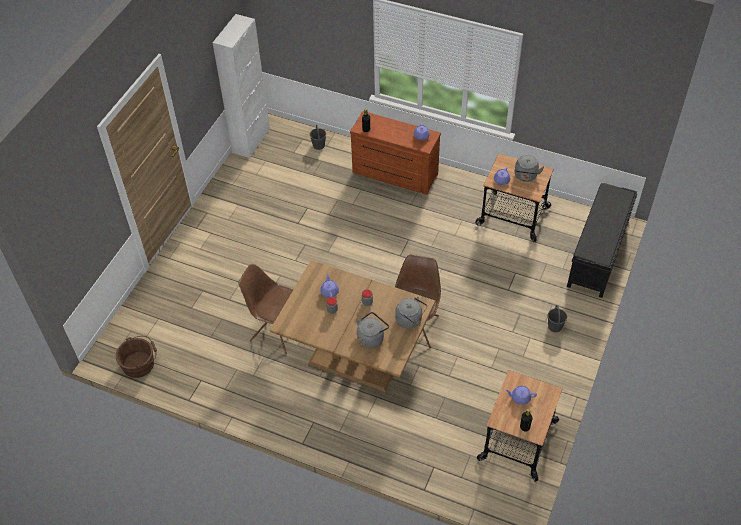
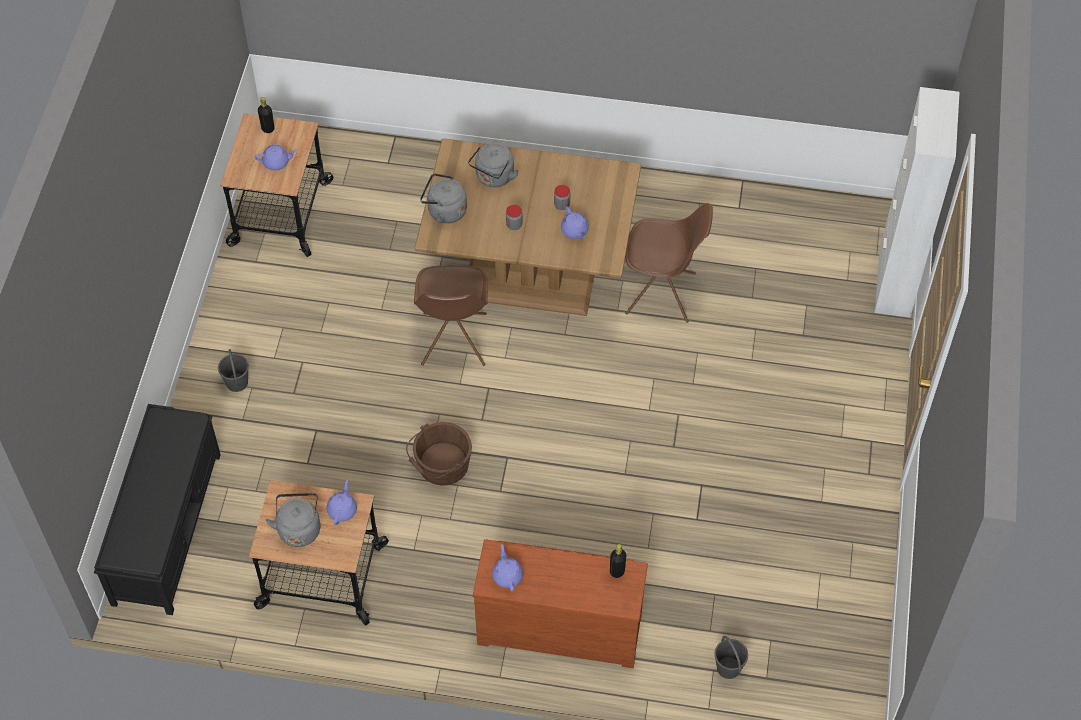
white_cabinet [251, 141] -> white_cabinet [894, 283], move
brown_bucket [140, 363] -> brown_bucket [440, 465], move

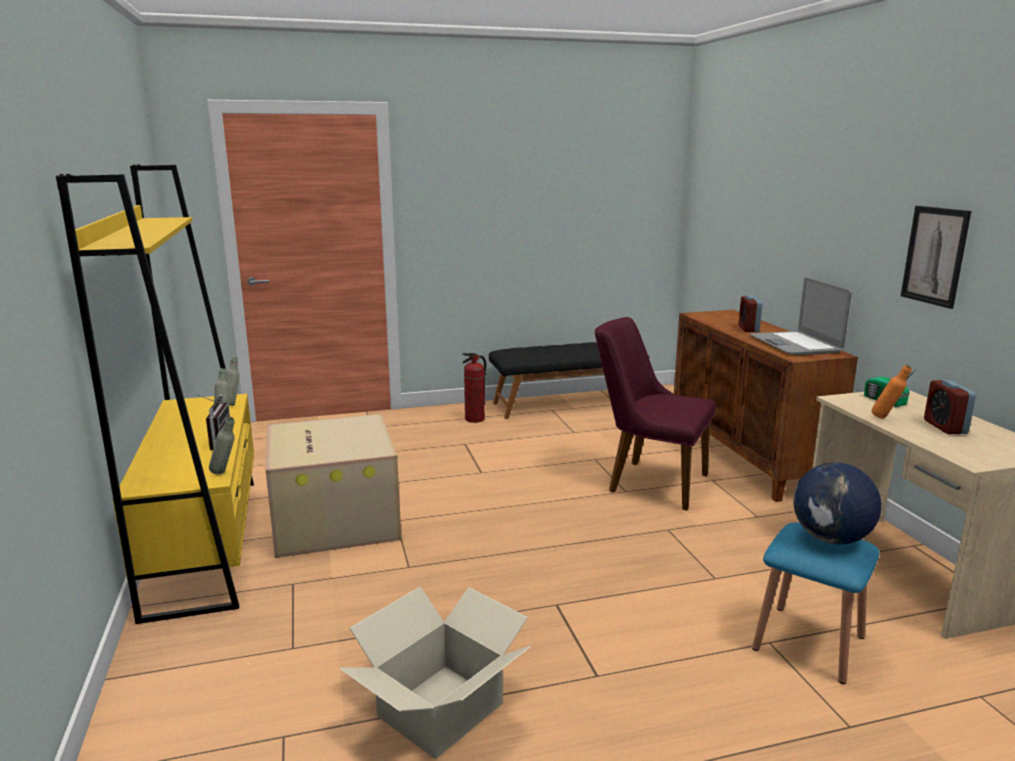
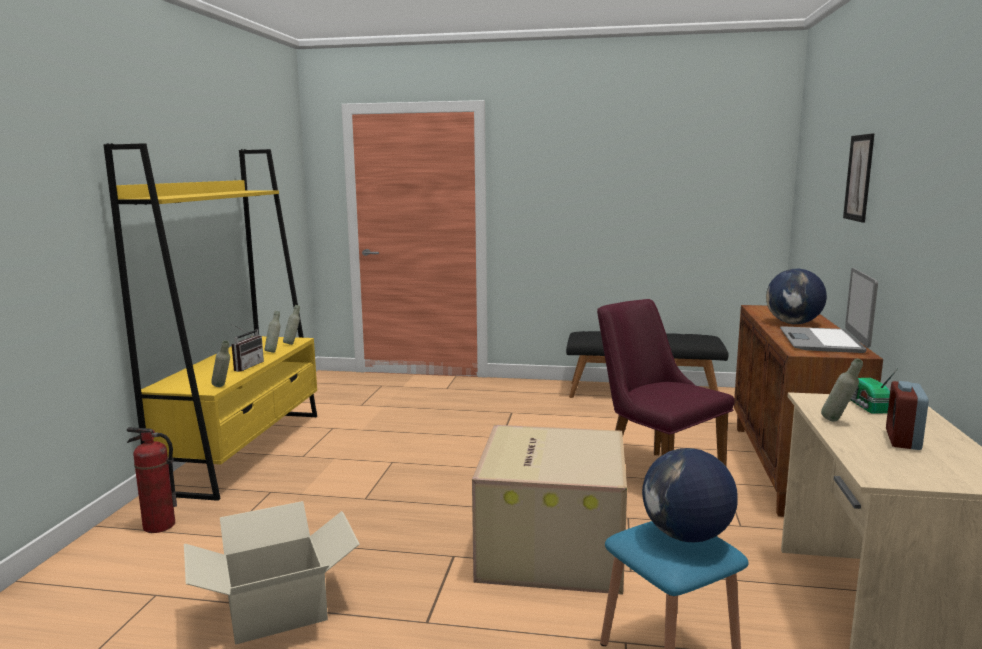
picture [934, 256] -> picture [859, 178], move
alarm_clock [748, 329] -> globe [793, 323]
fire_extinguisher [474, 419] -> fire_extinguisher [158, 526], move
orange_bottle [886, 418] -> grey_bottle [838, 422]
cardboard_box [333, 519] -> cardboard_box [549, 547], move

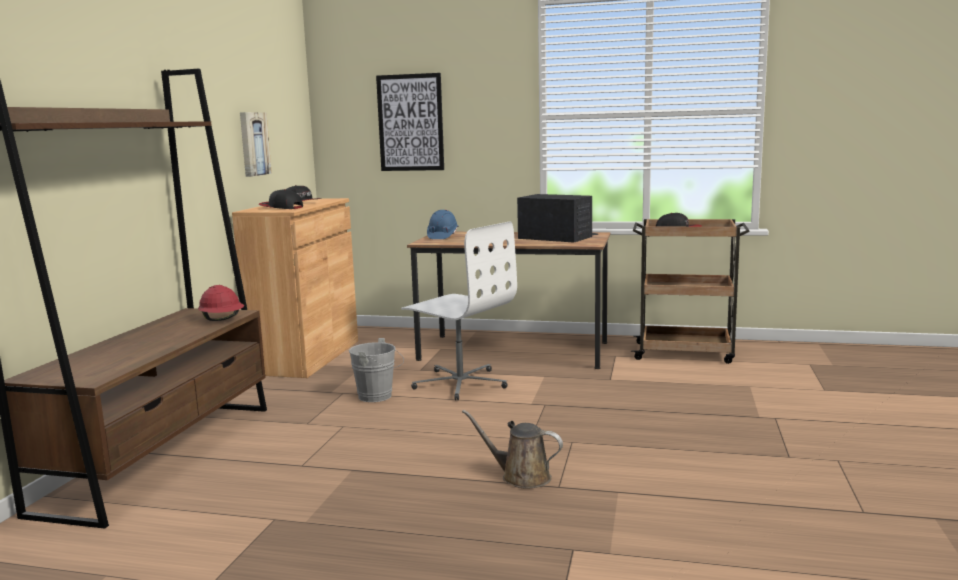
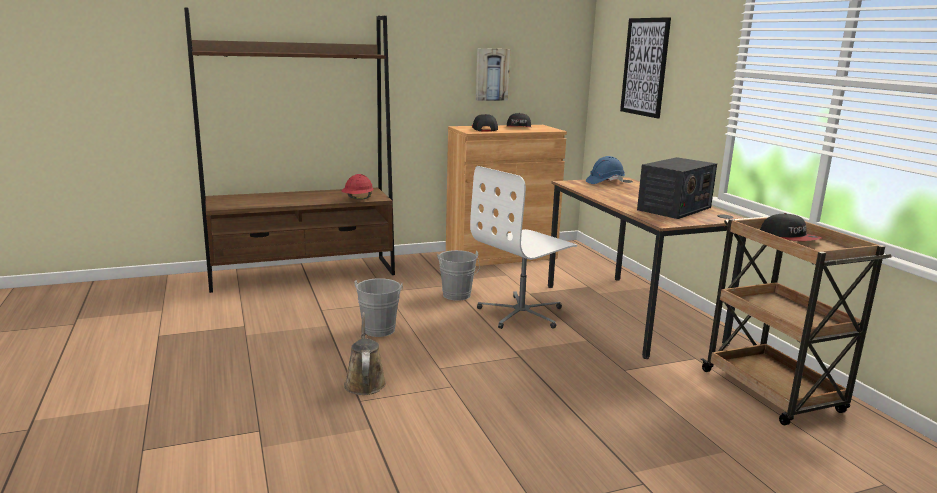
radio [555, 237] -> radio [674, 209], 45 degrees clockwise
white_office_chair [460, 383] -> white_office_chair [522, 314], 45 degrees clockwise
none -> grey_bucket [379, 328]

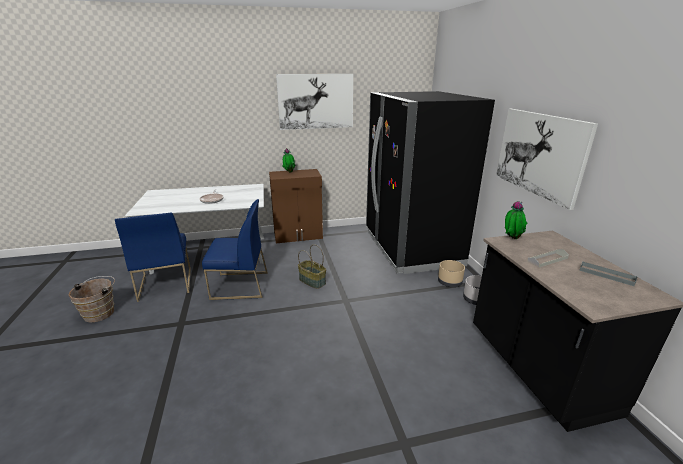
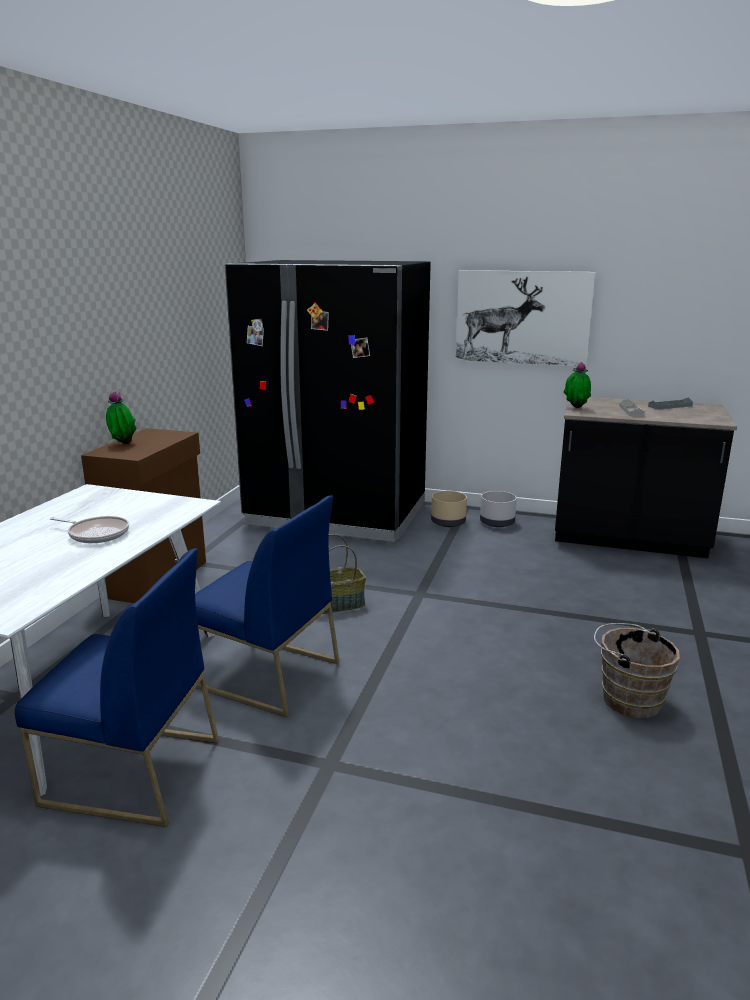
picture [315, 101] -> none
blue_chair [239, 286] -> blue_chair [266, 674], 90 degrees clockwise
brown_bucket [101, 312] -> brown_bucket [627, 698], move

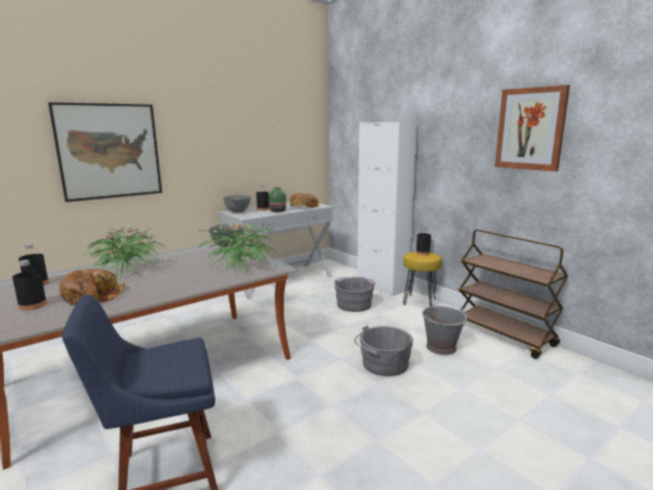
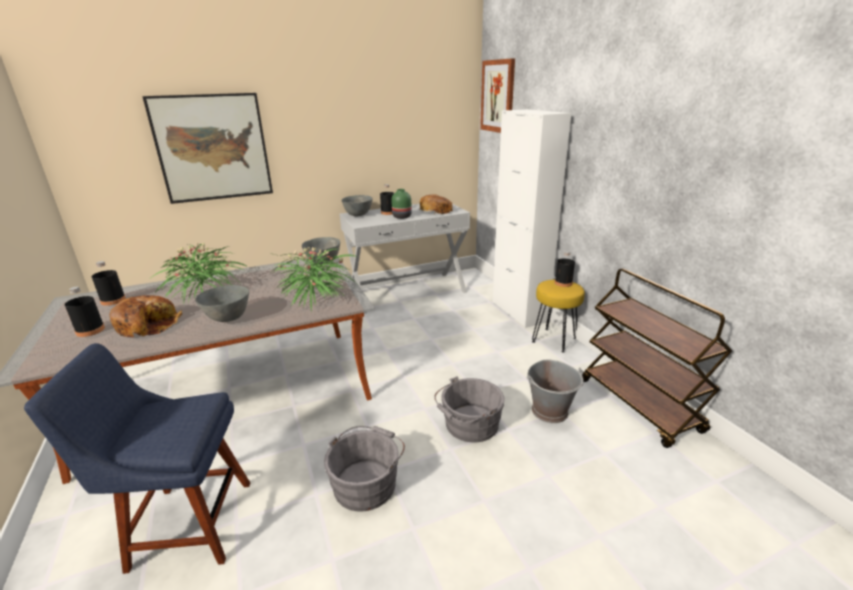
picture [530, 129] -> picture [498, 96], move
grey_bucket [354, 304] -> grey_bucket [367, 482], move
none -> grey_bowl [228, 318]

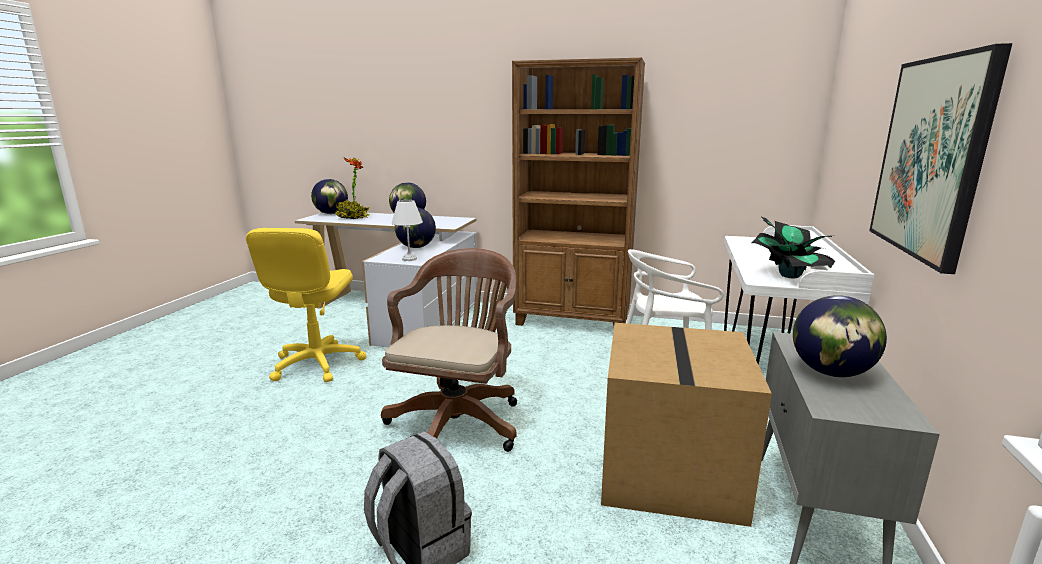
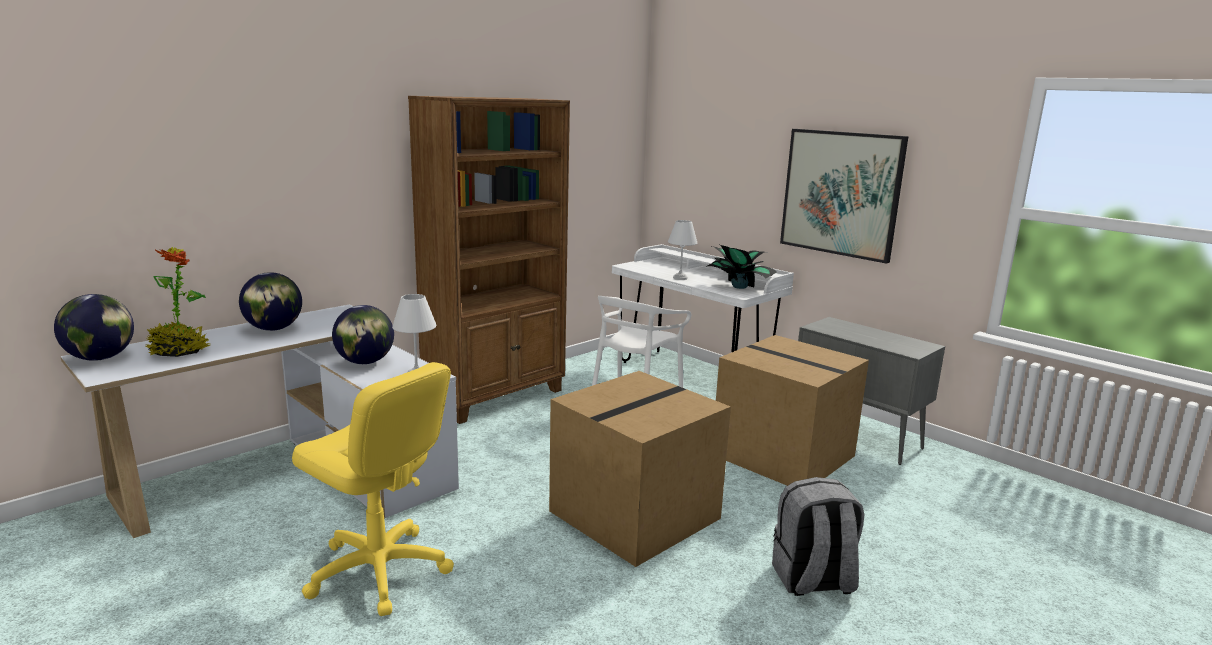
brown_office_chair [458, 421] -> cardboard_box [634, 513]
globe [831, 373] -> none
none -> white_table_lamp [680, 278]

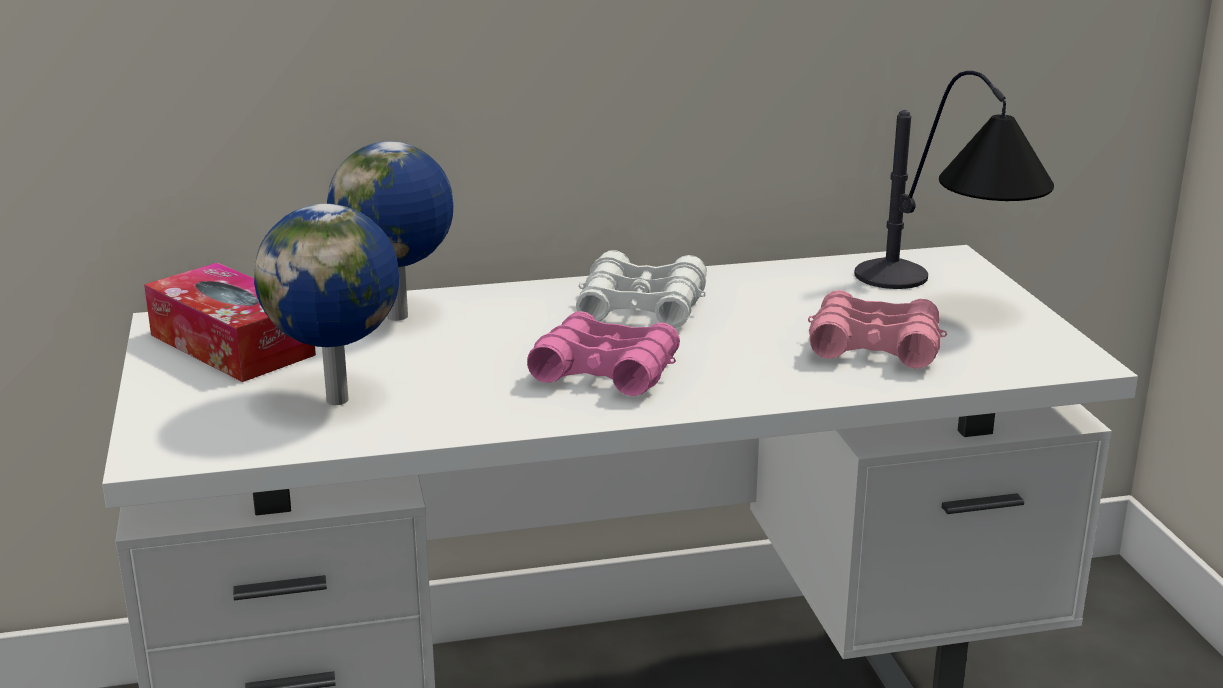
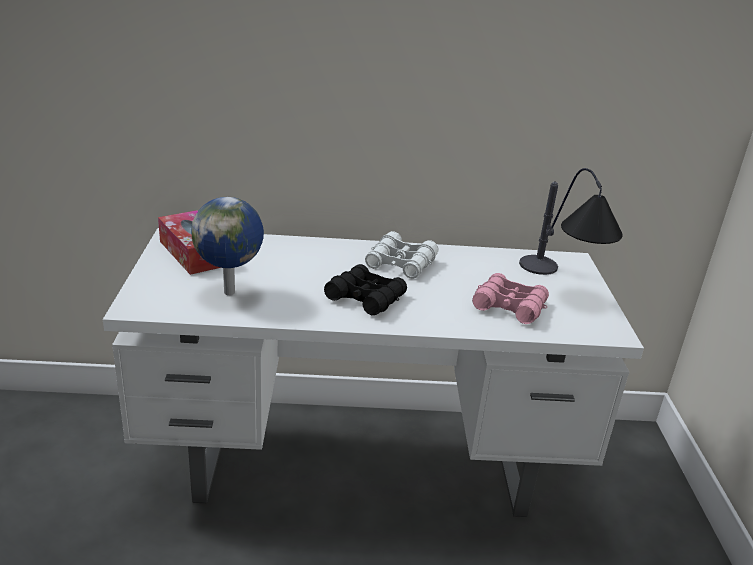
globe [400, 317] -> none
pink_binoculars [605, 371] -> black_binoculars [365, 298]

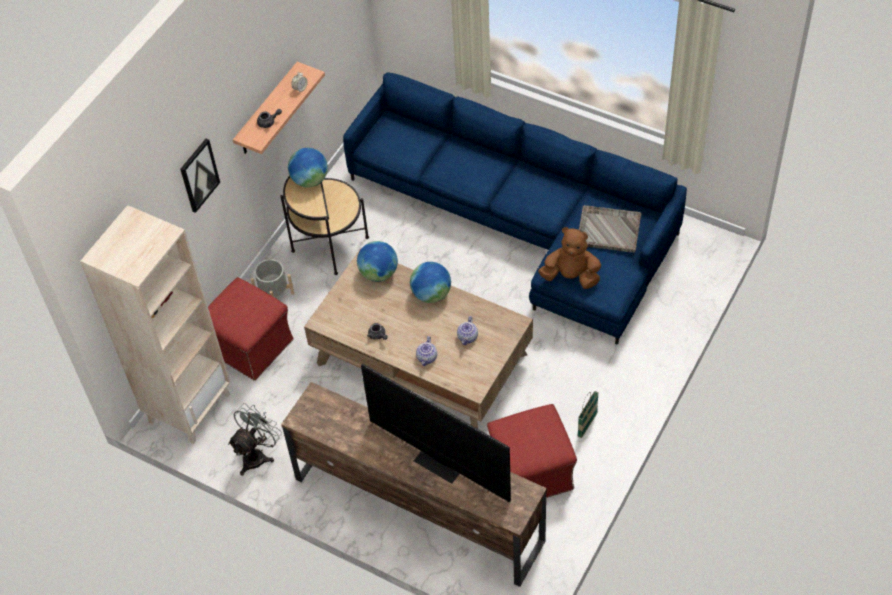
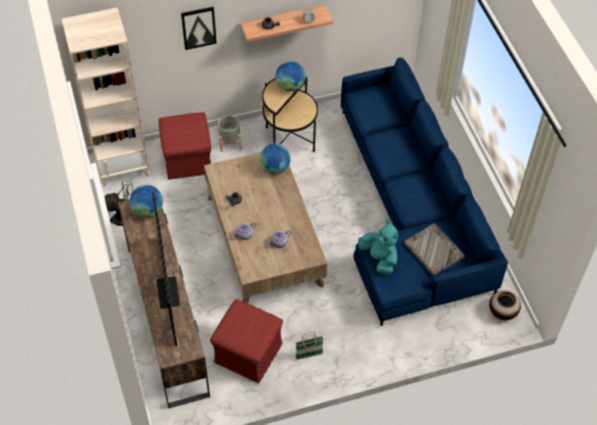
brown_plush_toy [571, 276] -> turquoise_plush_toy [379, 258]
globe [431, 294] -> globe [148, 211], move
none -> vase [502, 312]

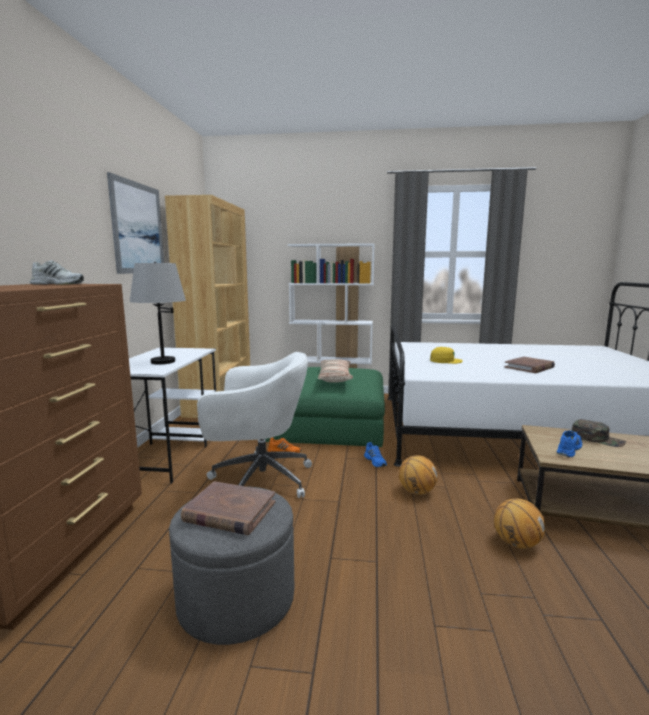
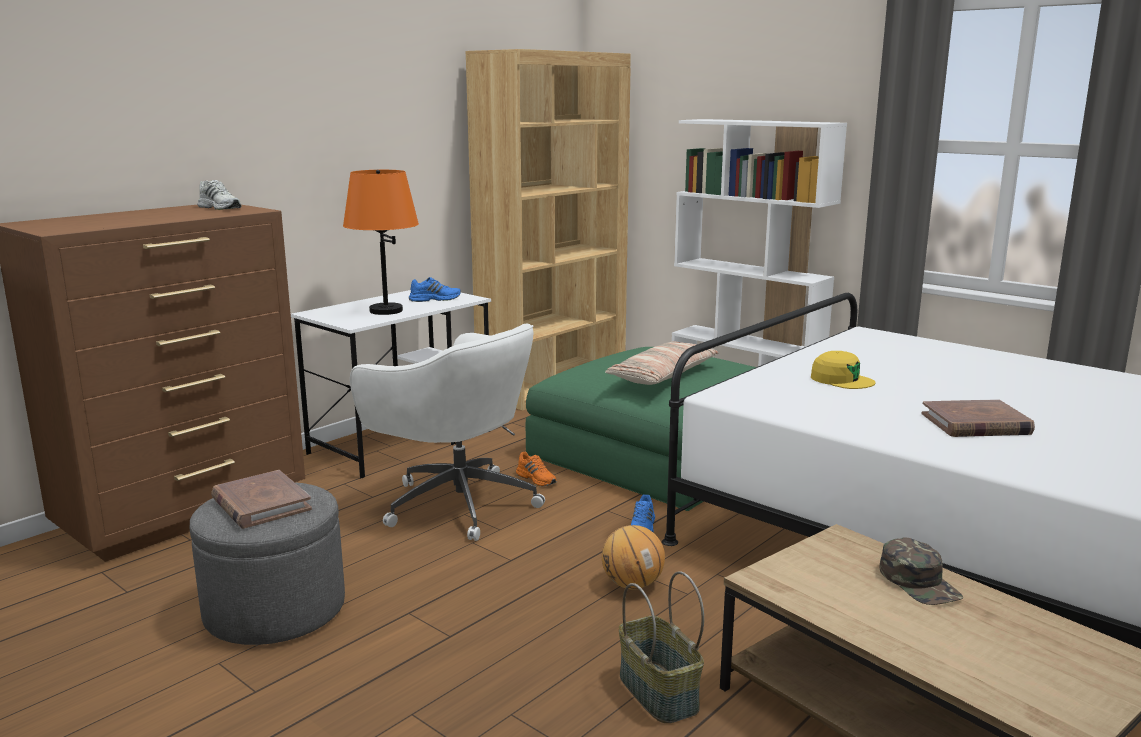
picture [138, 228] -> none
grey_table_lamp [162, 362] -> orange_table_lamp [385, 311]
blue_shoe [568, 449] -> blue_shoe [435, 299], move
basketball [516, 543] -> basket [656, 692]

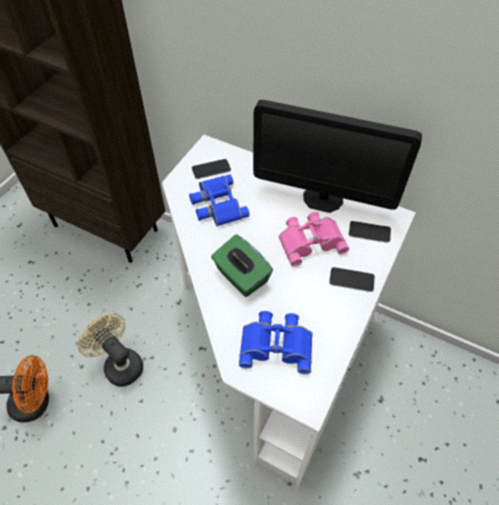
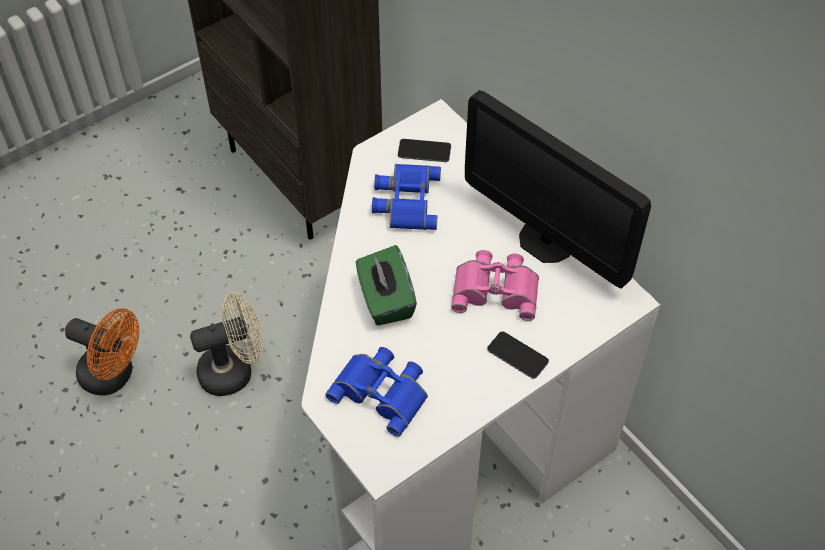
phone [369, 232] -> none
beige_fan [119, 364] -> beige_fan [234, 370], 90 degrees clockwise

